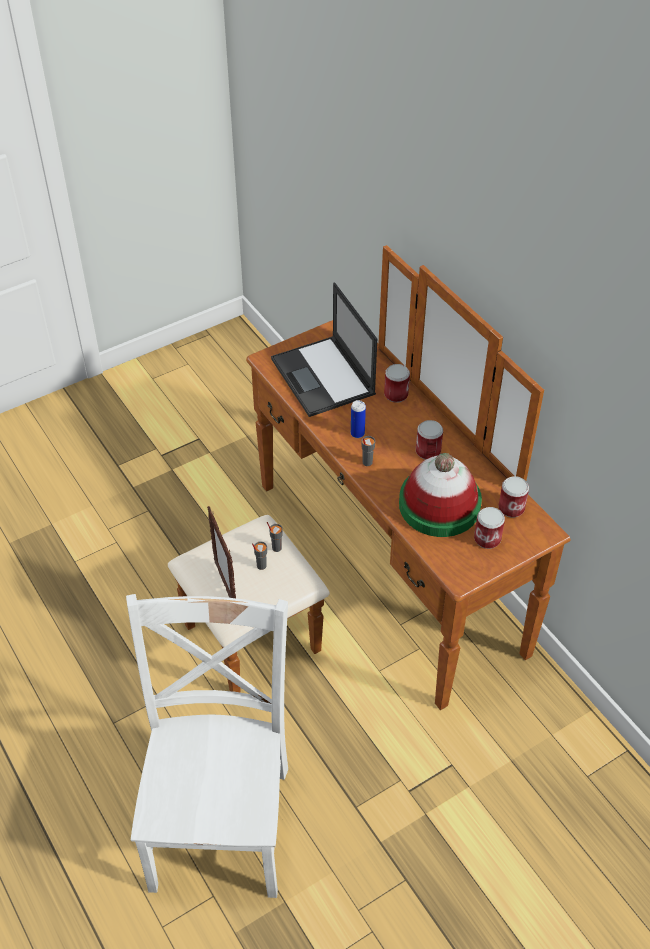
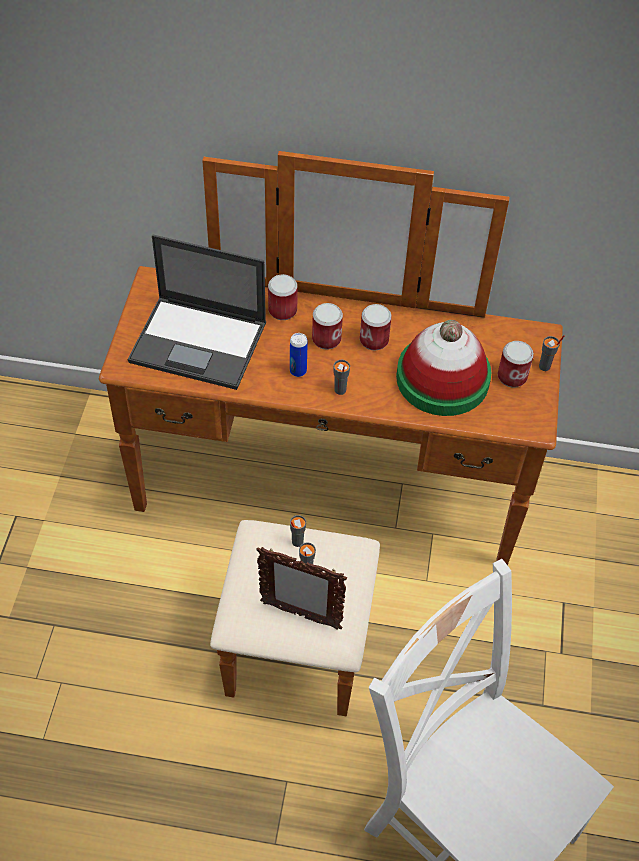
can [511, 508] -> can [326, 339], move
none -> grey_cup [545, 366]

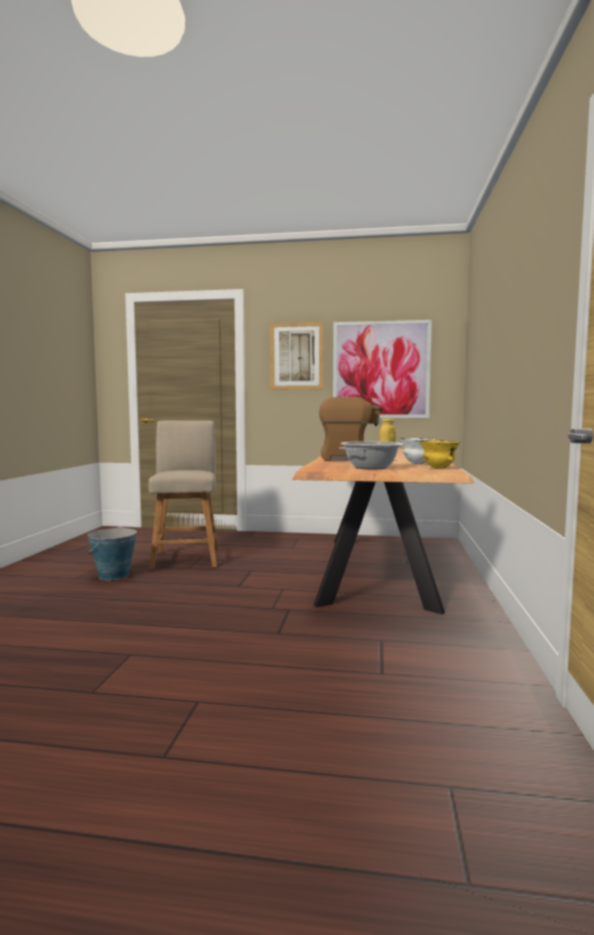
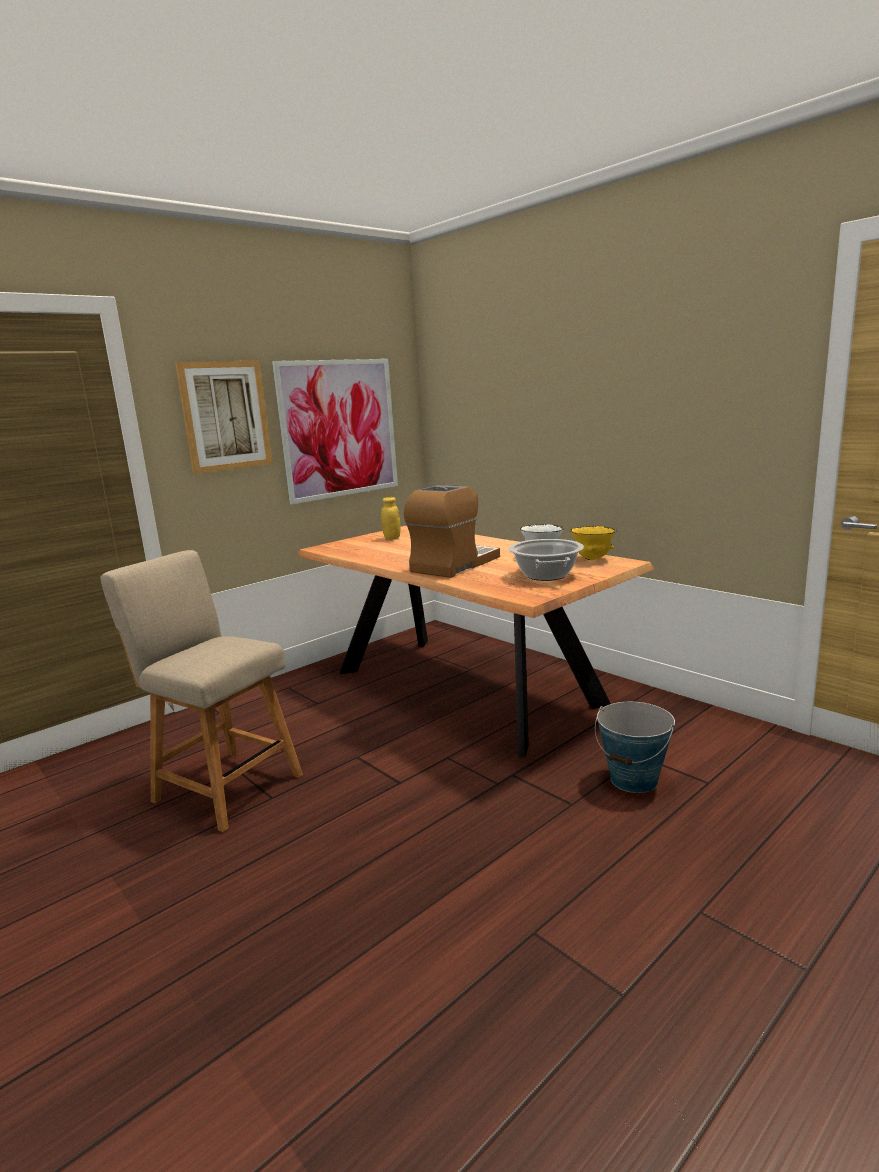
bucket [113, 575] -> bucket [634, 780], move

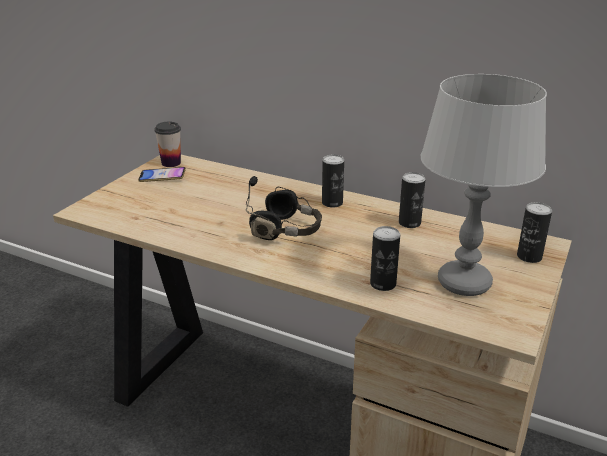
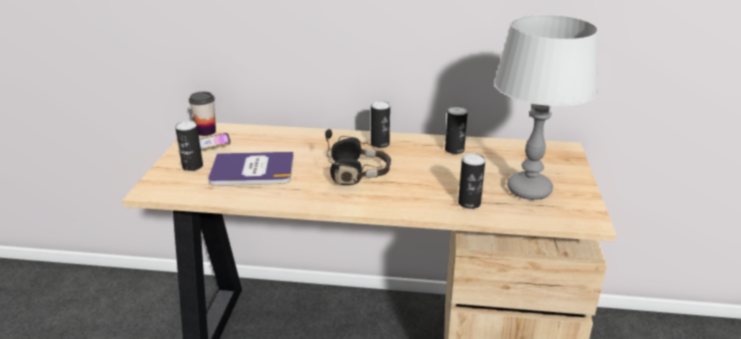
can [529, 257] -> can [192, 166], move
none -> book [252, 170]

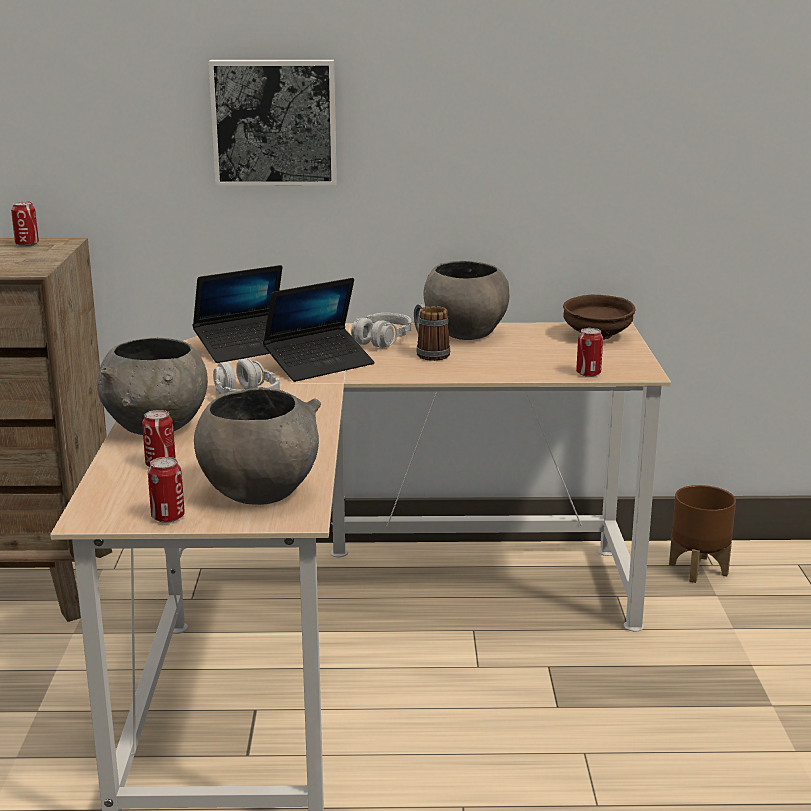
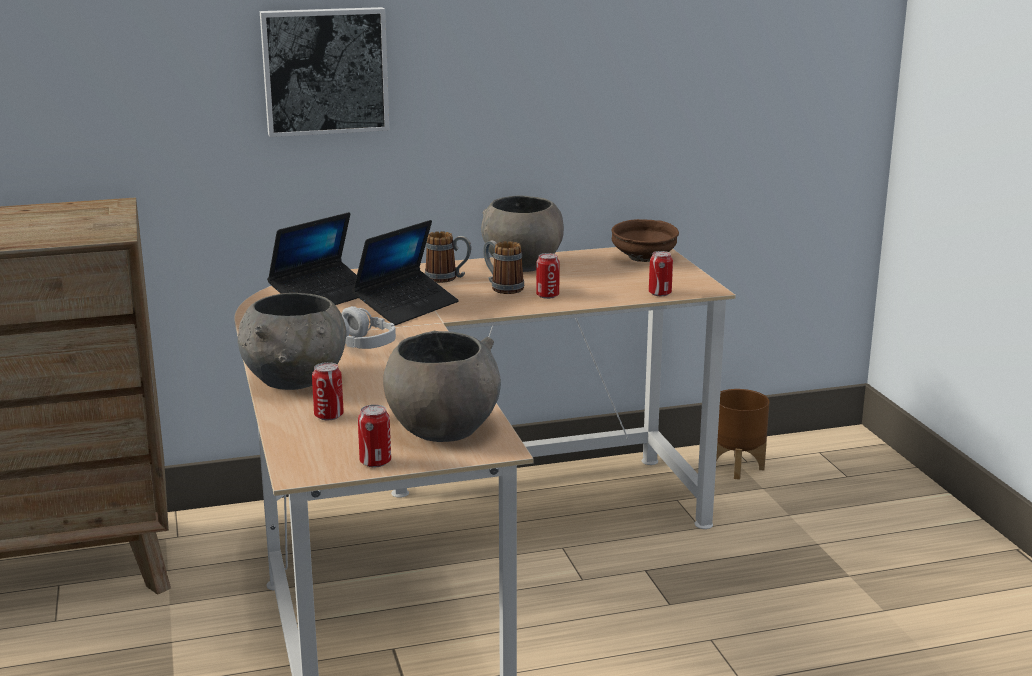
can [27, 244] -> can [547, 295], move
grey_headphones [381, 340] -> mug [448, 278]

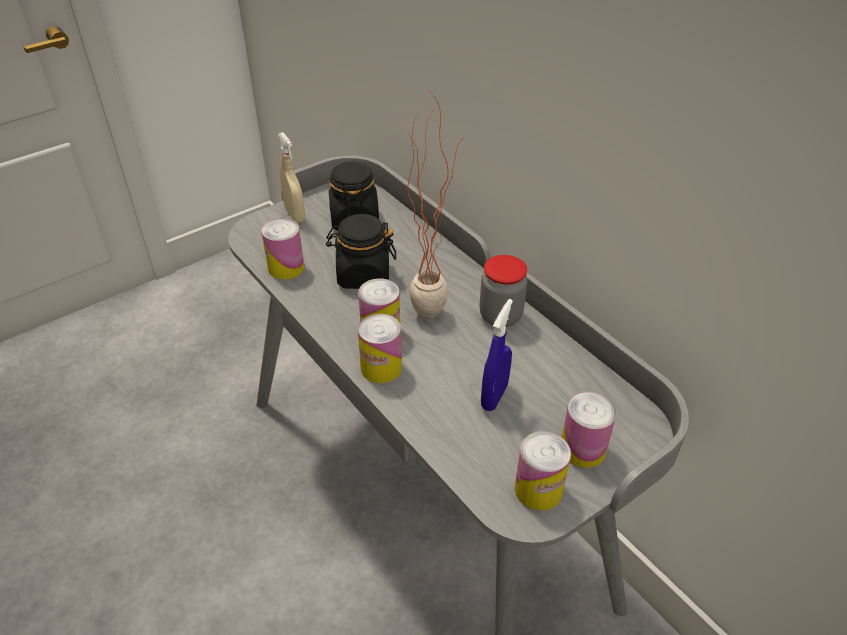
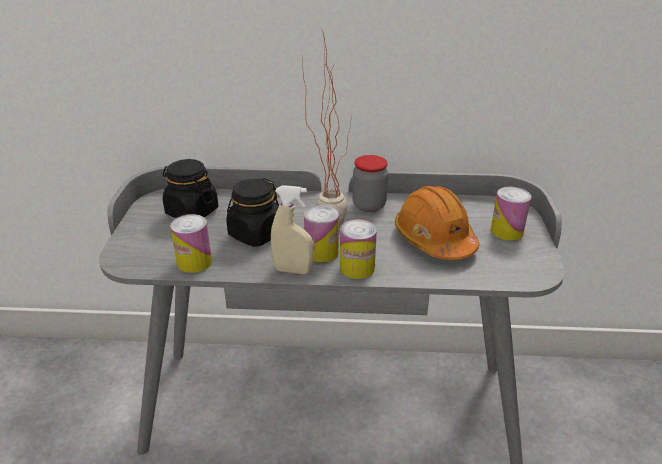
beige_spray_bottle [295, 215] -> beige_spray_bottle [293, 270], move
blue_spray_bottle [494, 396] -> orange_hard_hat [434, 239]
can [538, 489] -> none

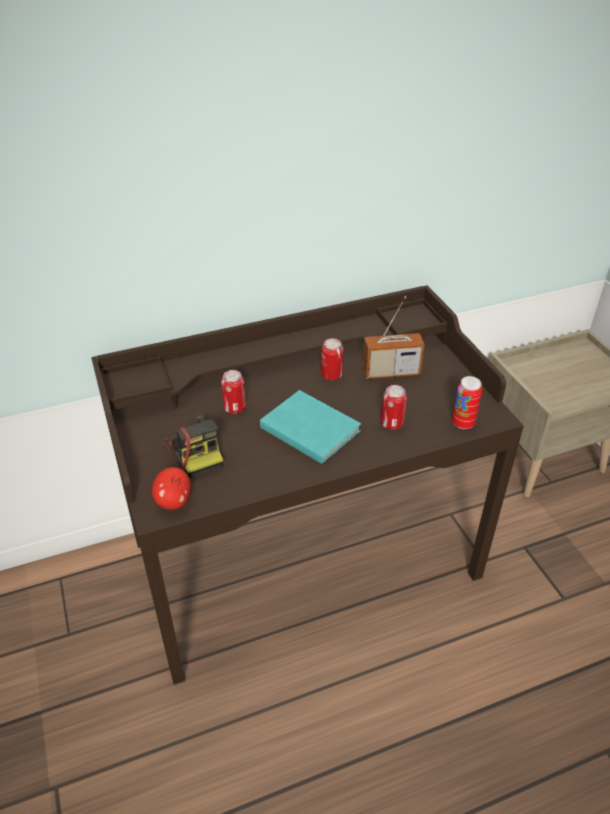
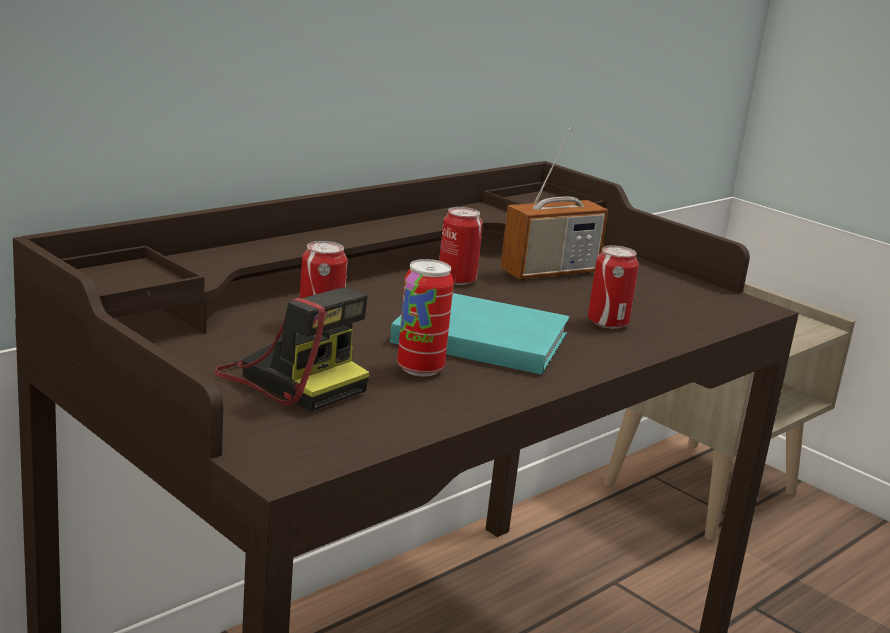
can [463, 423] -> can [420, 369], move
apple [173, 501] -> none

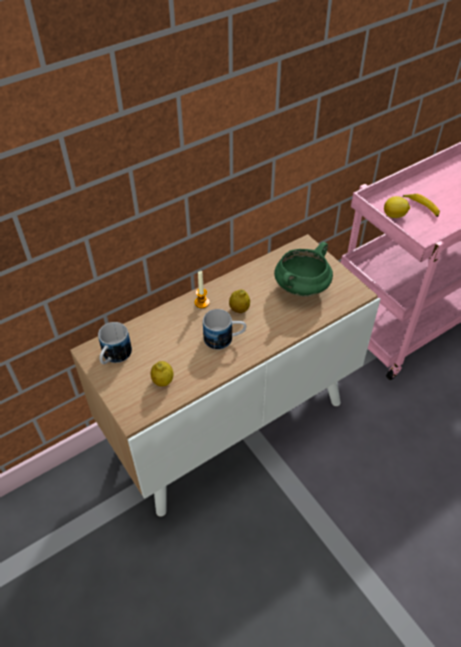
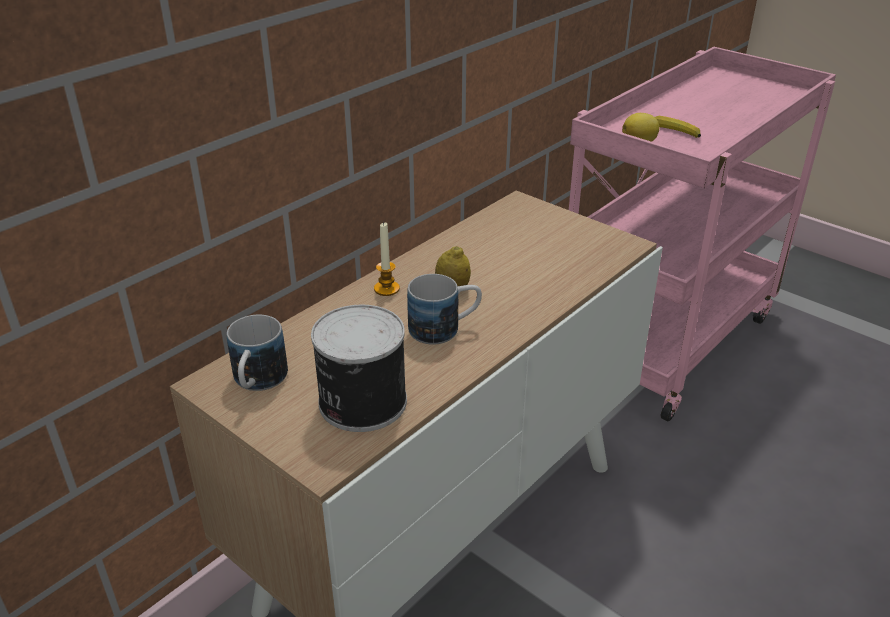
green_cooking_pot [301, 287] -> none
lemon [163, 381] -> can [360, 402]

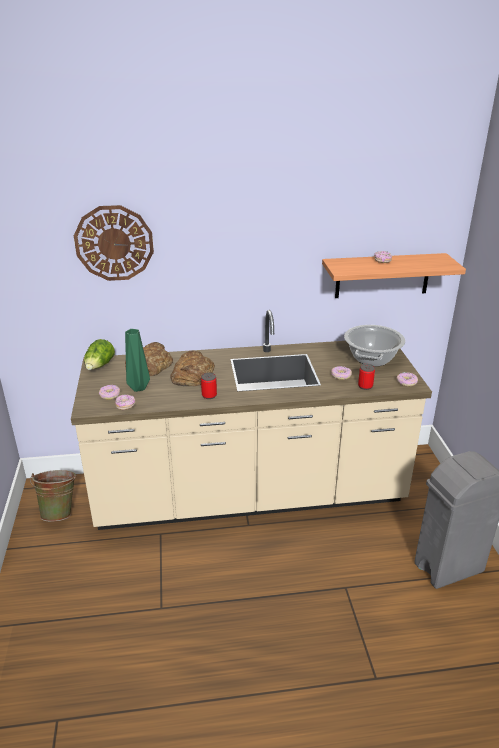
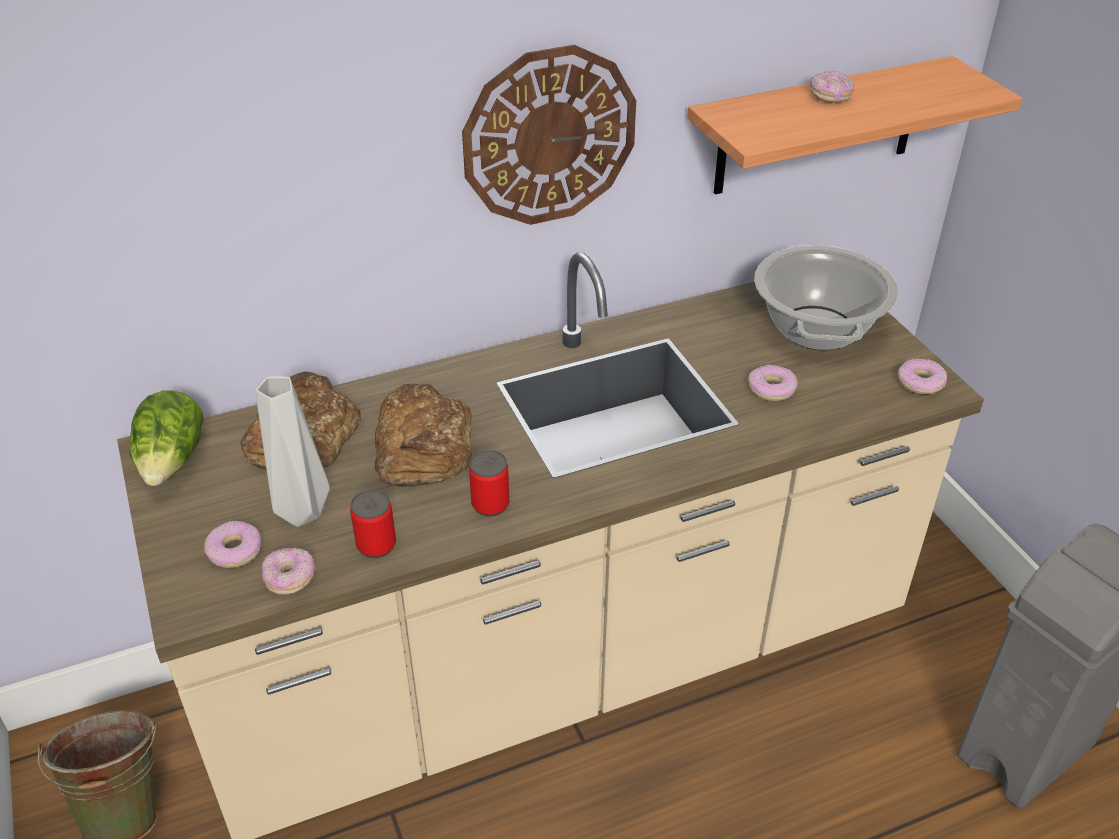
wall_clock [114, 243] -> wall_clock [549, 136], move
green_vase [139, 388] -> grey_vase [304, 512]
can [365, 386] -> can [376, 545], move

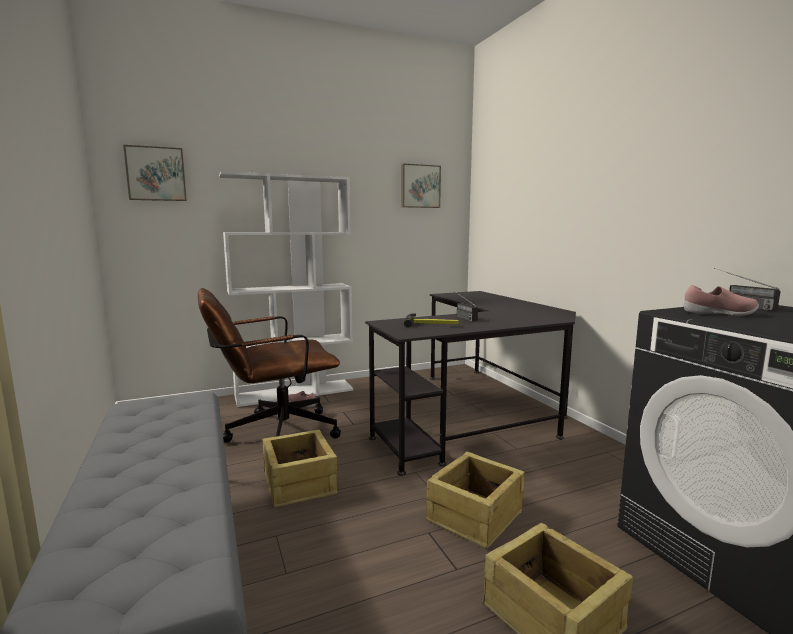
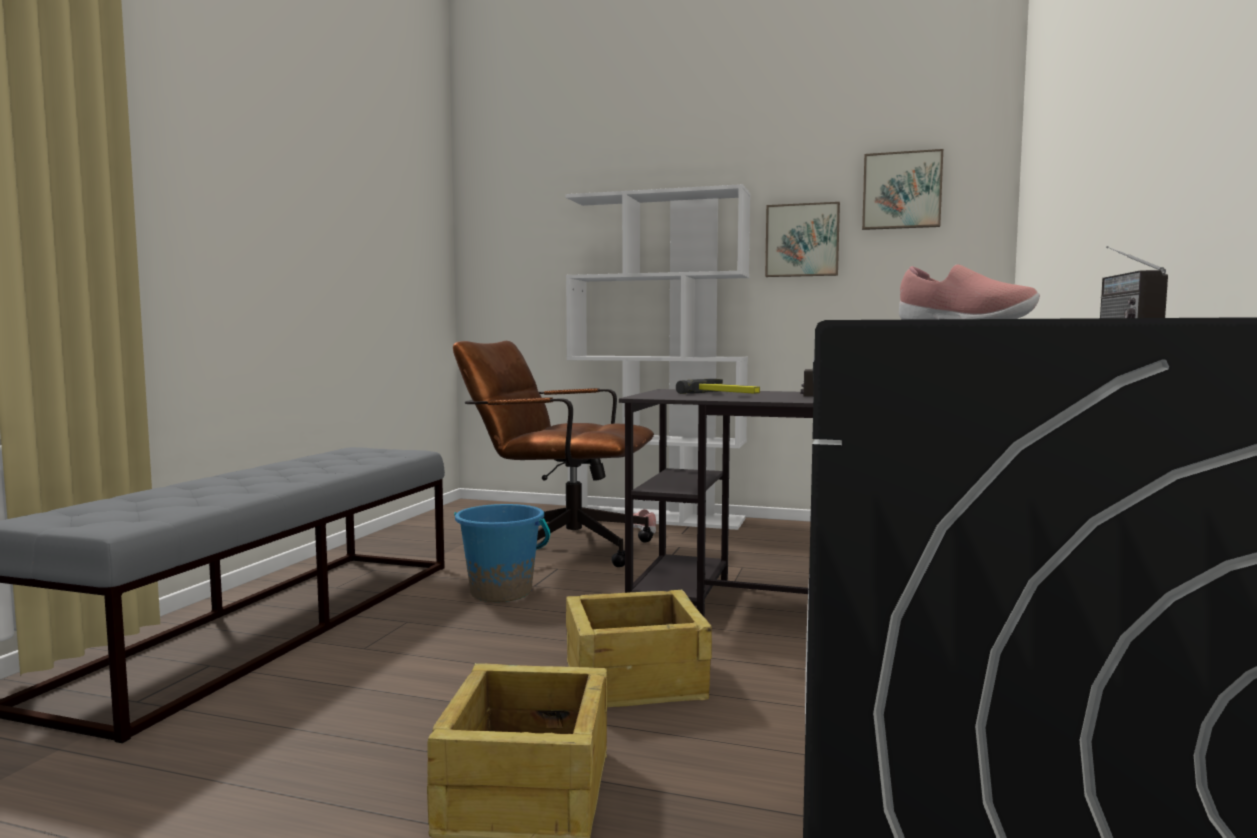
picture [156, 174] -> picture [802, 240], move
crate [298, 484] -> blue_bucket [501, 592]

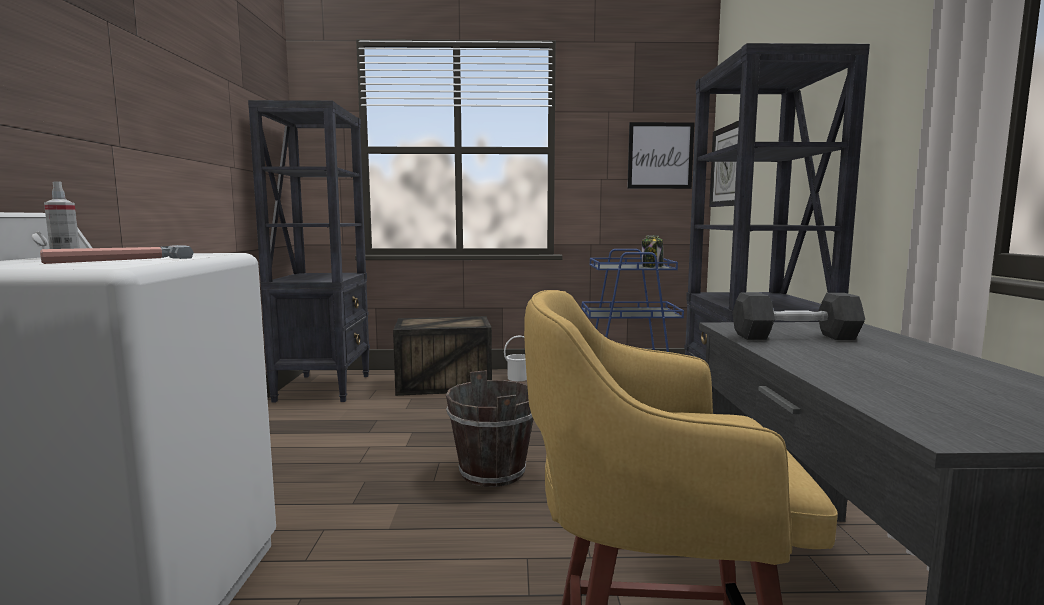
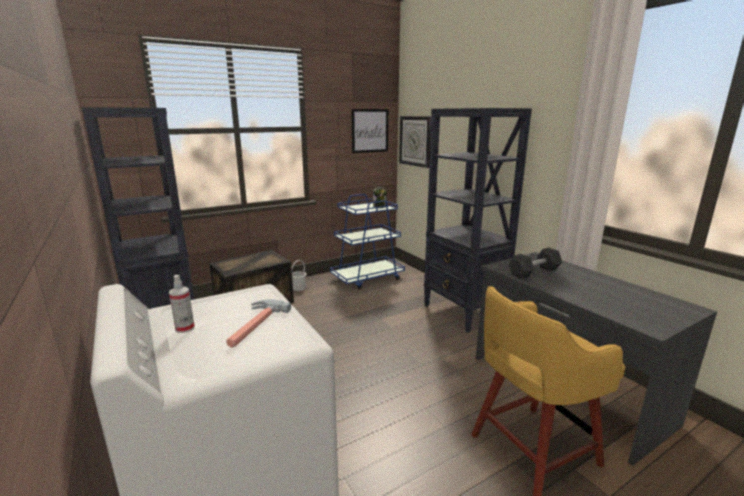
brown_bucket [493, 472] -> none

